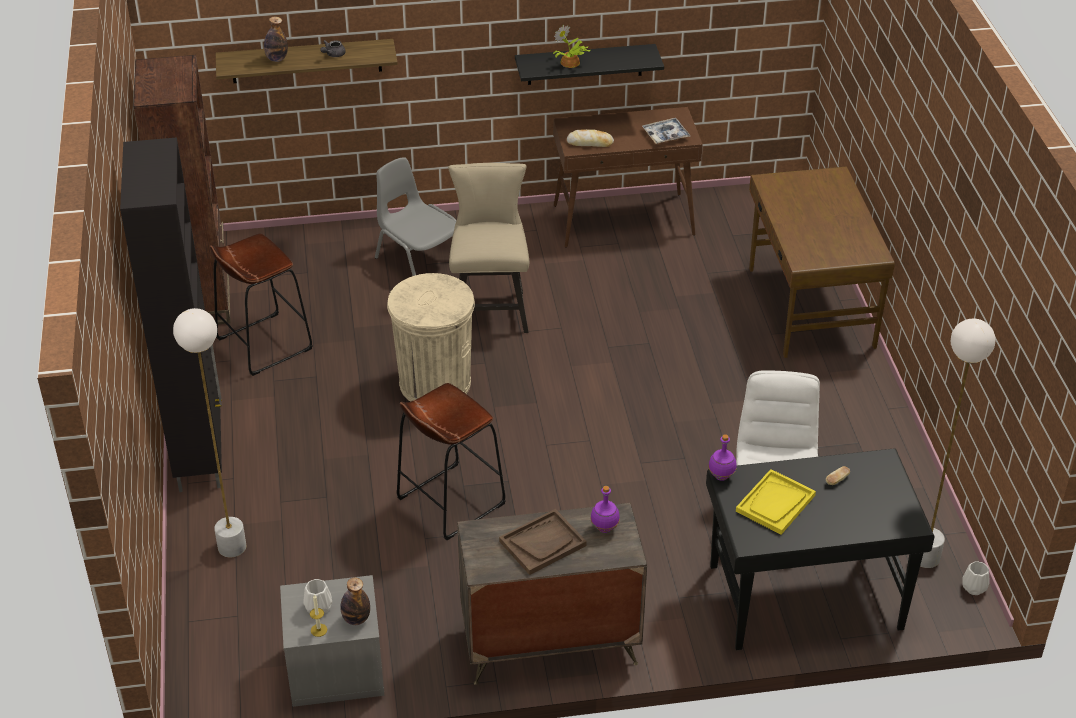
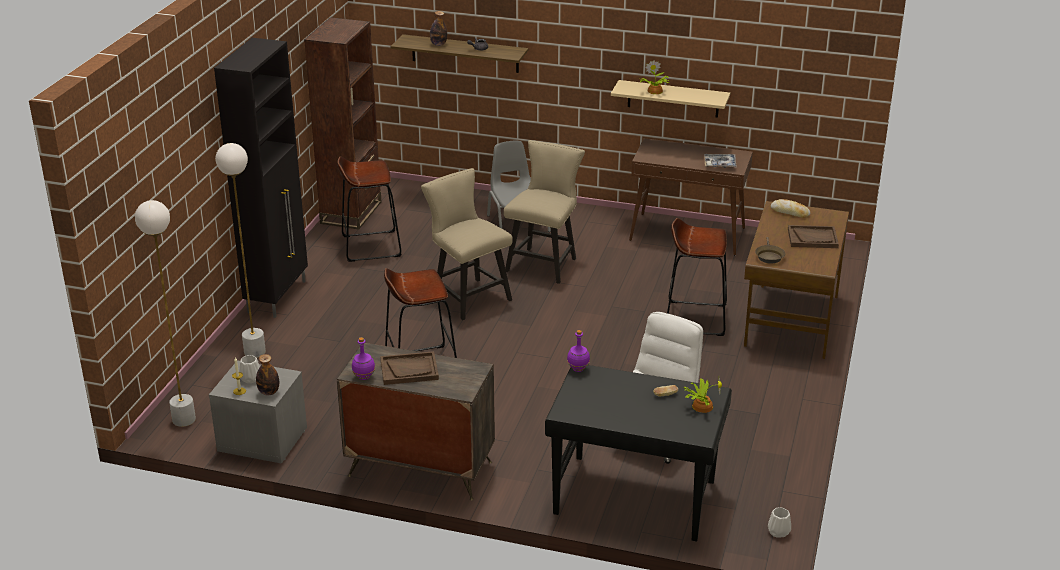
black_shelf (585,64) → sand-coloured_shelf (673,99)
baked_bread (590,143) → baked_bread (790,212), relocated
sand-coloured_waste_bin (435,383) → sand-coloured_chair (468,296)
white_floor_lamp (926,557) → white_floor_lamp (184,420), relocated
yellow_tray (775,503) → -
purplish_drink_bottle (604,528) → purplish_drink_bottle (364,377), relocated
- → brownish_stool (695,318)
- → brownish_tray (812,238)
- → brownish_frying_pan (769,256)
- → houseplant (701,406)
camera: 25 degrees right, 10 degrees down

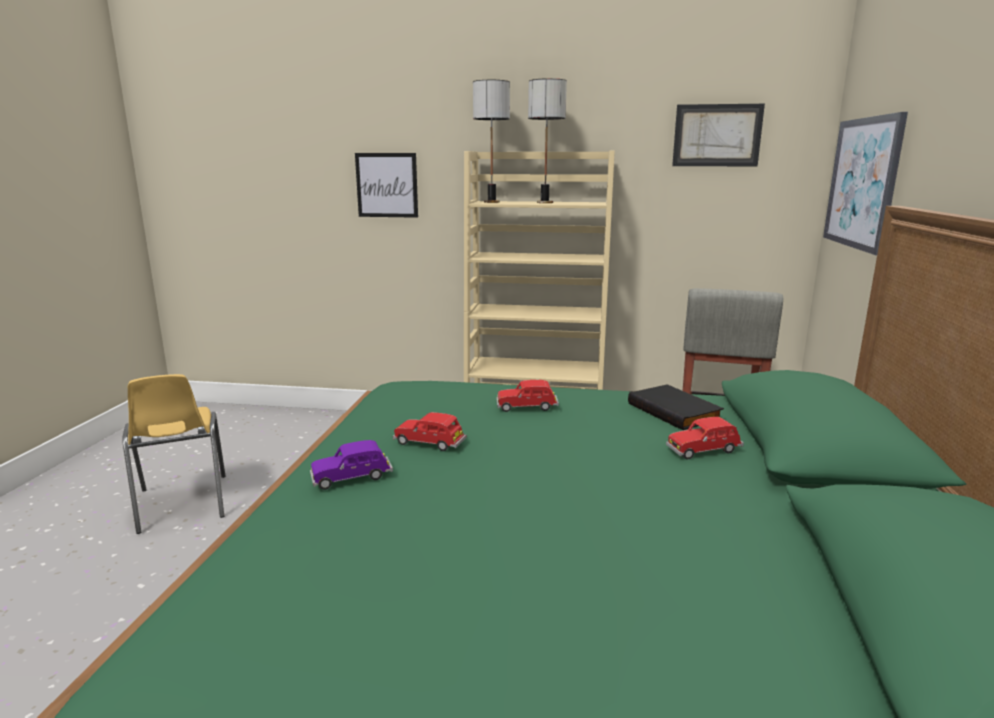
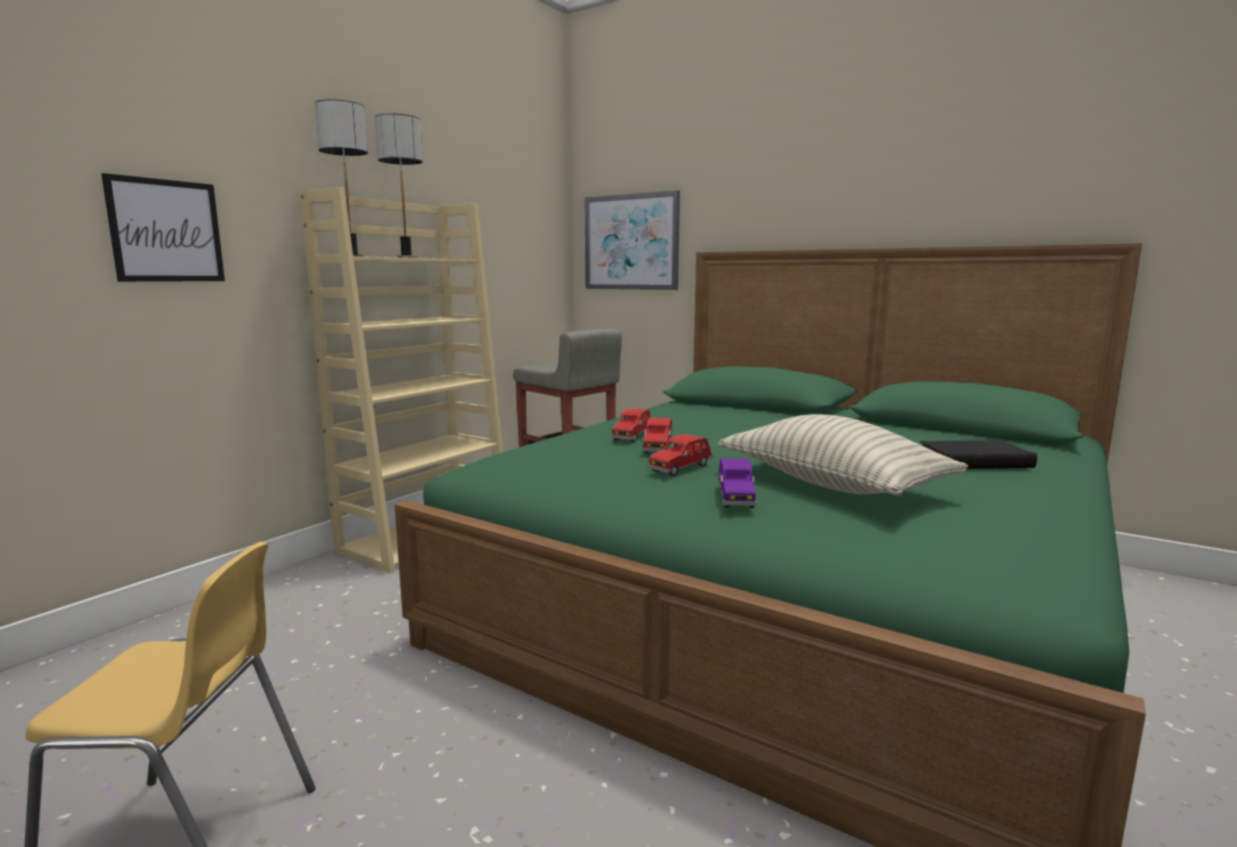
picture (717,135) → -
black_book (675,411) → black_book (974,460), relocated
red_toy_car (704,451) → red_toy_car (658,448), relocated
- → cushion (832,485)
camera: 65 degrees left, 5 degrees down

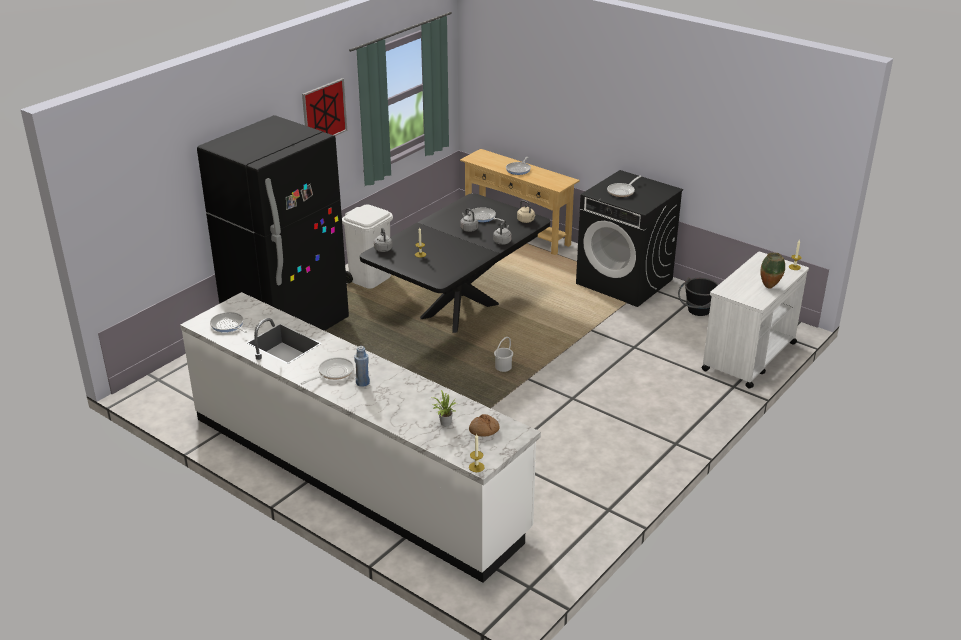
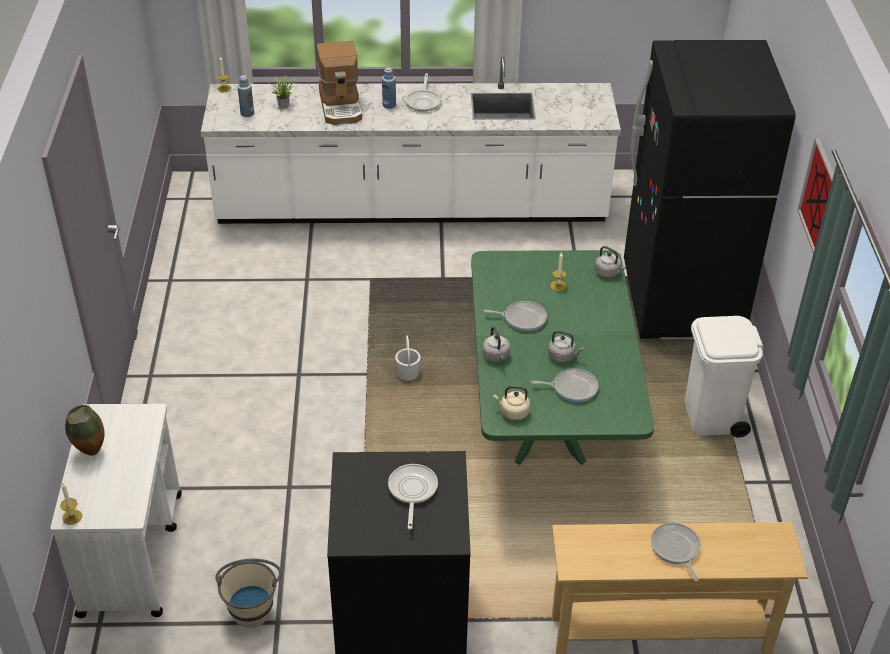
black_dining_table (459,311) → greenish_dining_table (547,425)
black_pail (696,312) → sand-coloured_pail (252,605)
frying_pan (228,325) → frying_pan (522,318), relocated
baked_bread (484,430) → blue-coloured_drink_bottle (247,113)
- → coffee_maker (341,106)
camera: 140 degrees right, 10 degrees up

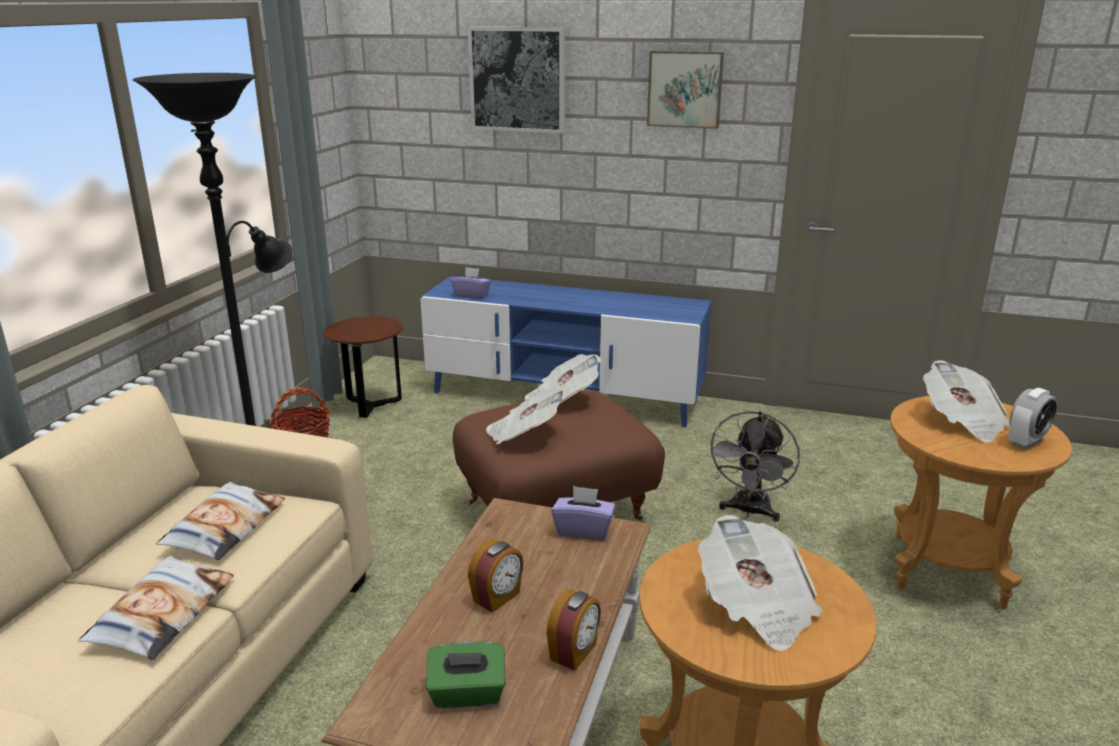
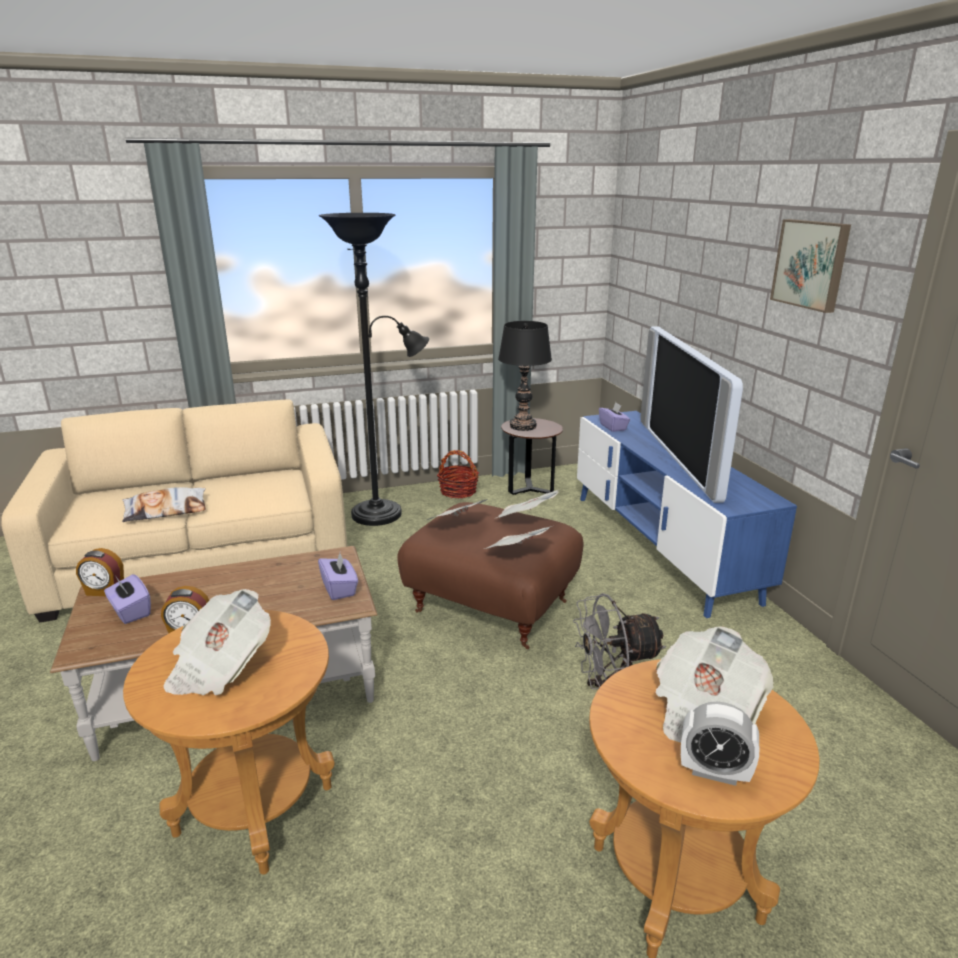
picture (517,79) → -
cushion (225,528) → -
table_clock (497,597) → table_clock (105,591), relocated
greenish_box_of_tissues (467,694) → purplish_box_of_tissues (130,612)
- → black_tabletop_lamp (523,426)
- → TV_set (683,457)
- → printed_paper (517,554)
camera: 55 degrees right, 0 degrees up

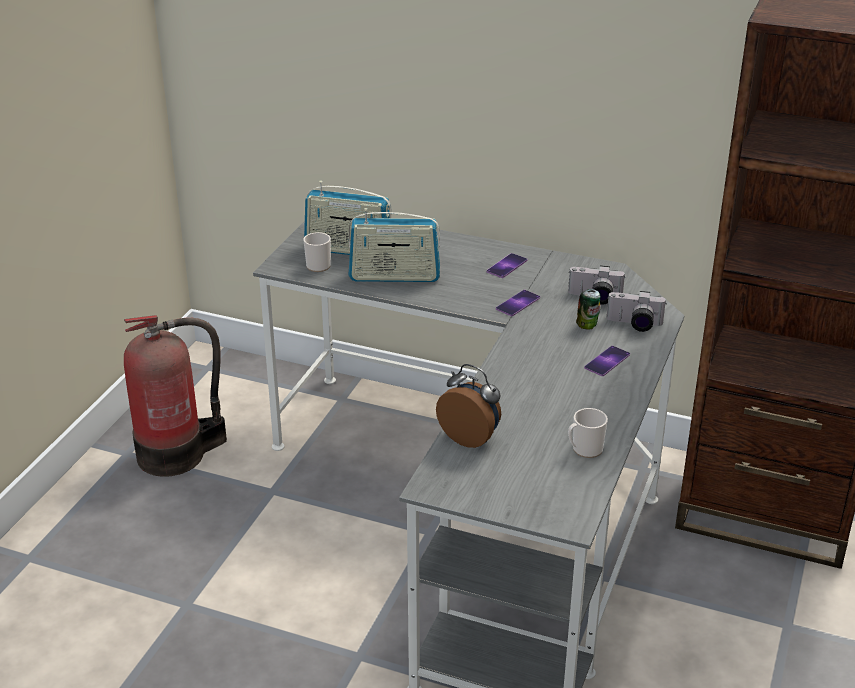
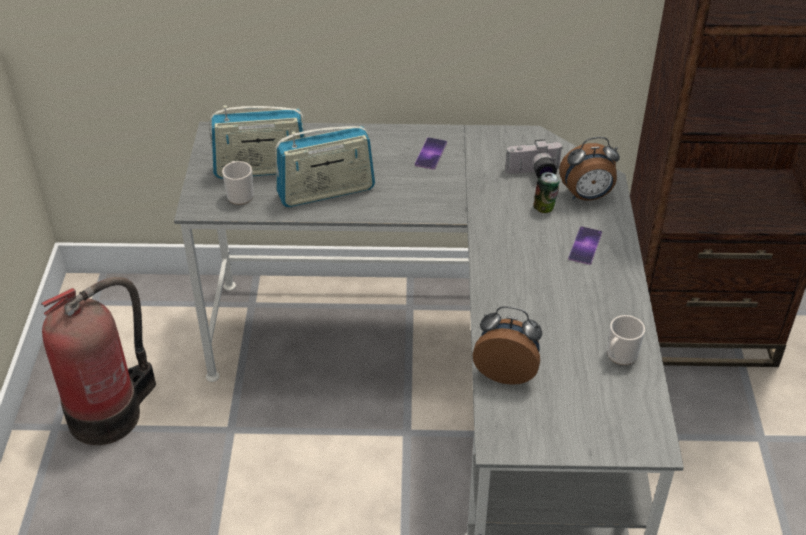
telephone (518,303) → -
photo_camera (634,325) → table_clock (587,196)
camera: 20 degrees left, 10 degrees up

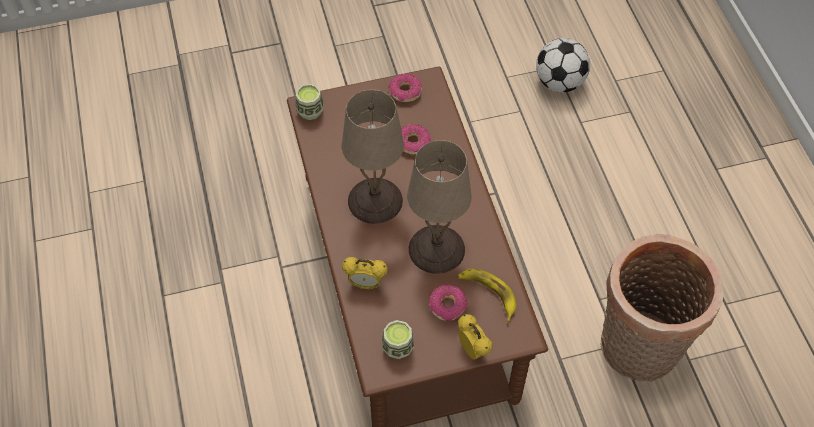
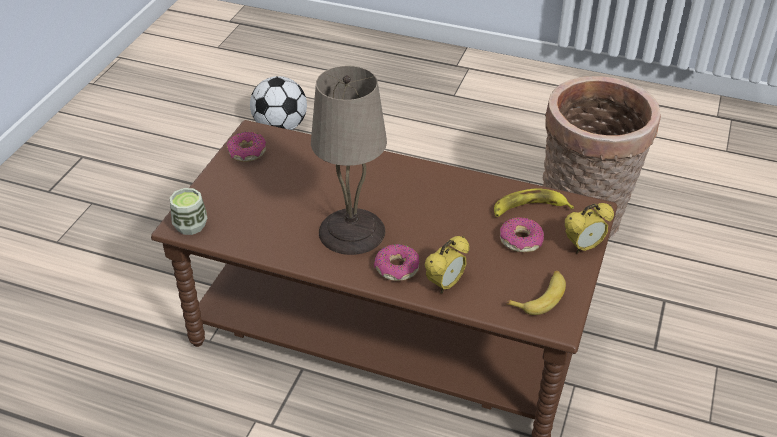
ring_doughnut (413,143) → ring_doughnut (397,268), relocated
sand-coloured_tabletop_lamp (435,250) → -
table_clock (473,350) → table_clock (583,247), 150 degrees clockwise
small_cup (398,347) → whole_banana (540,297)
camera: 55 degrees left, 15 degrees down

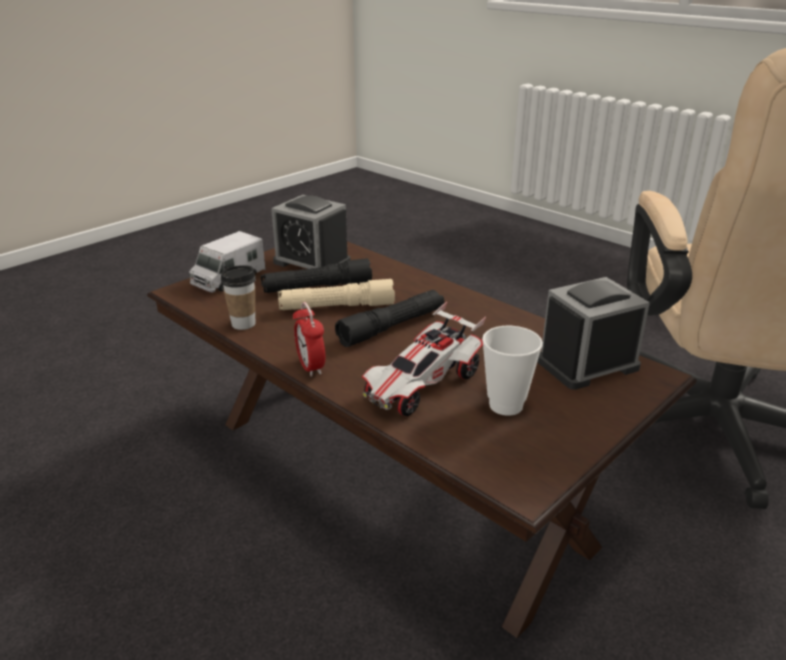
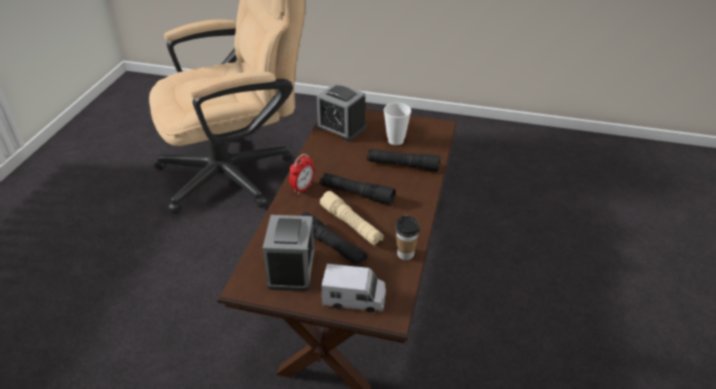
table_clock (310,367) → table_clock (302,188), relocated
toy_car (422,386) → black_hand_torch (403,165)
camera: 120 degrees left, 10 degrees up

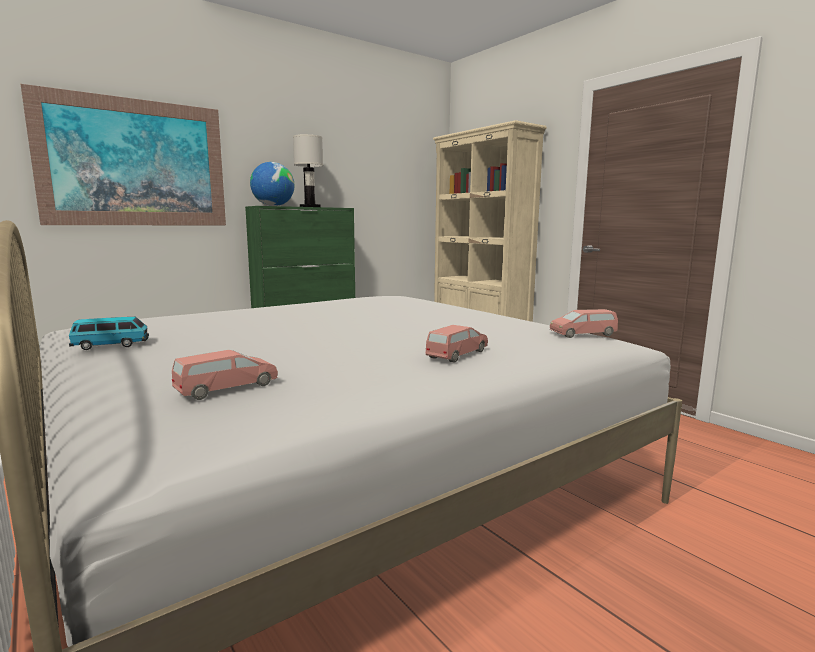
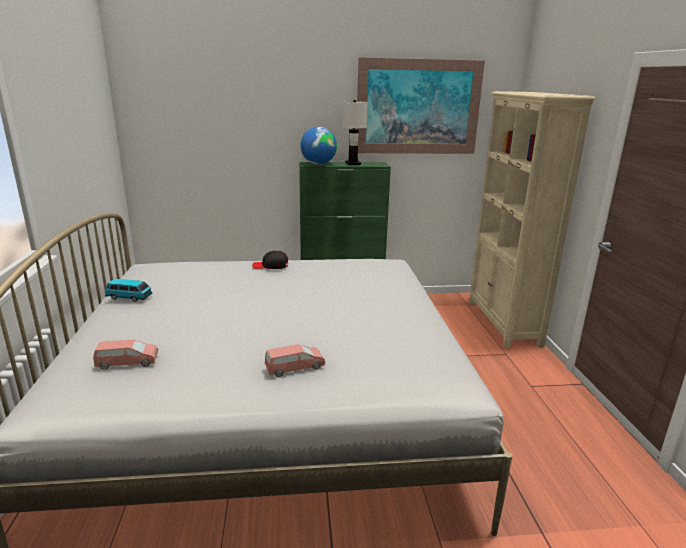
picture (135,163) → picture (418,107), relocated
pinkish_toy_car (583,334) → -
- → black_cap (270,266)
camera: 30 degrees right, 10 degrees up

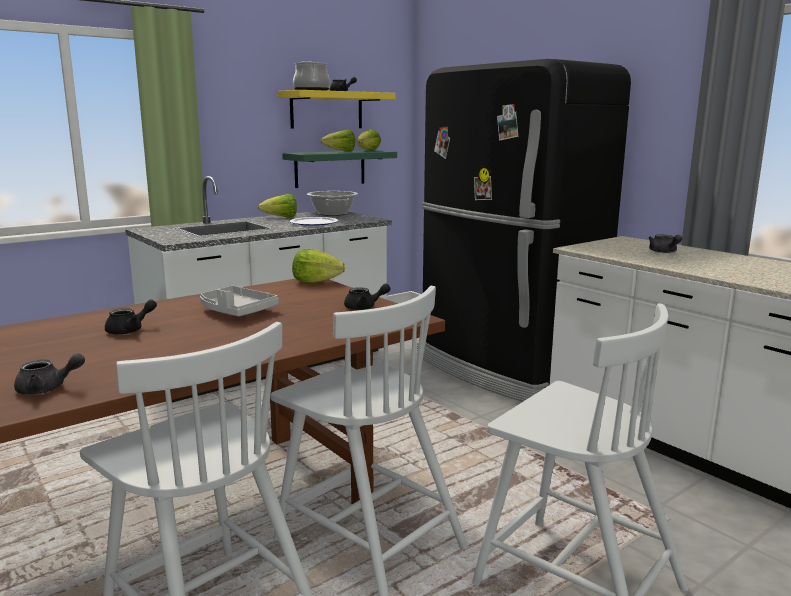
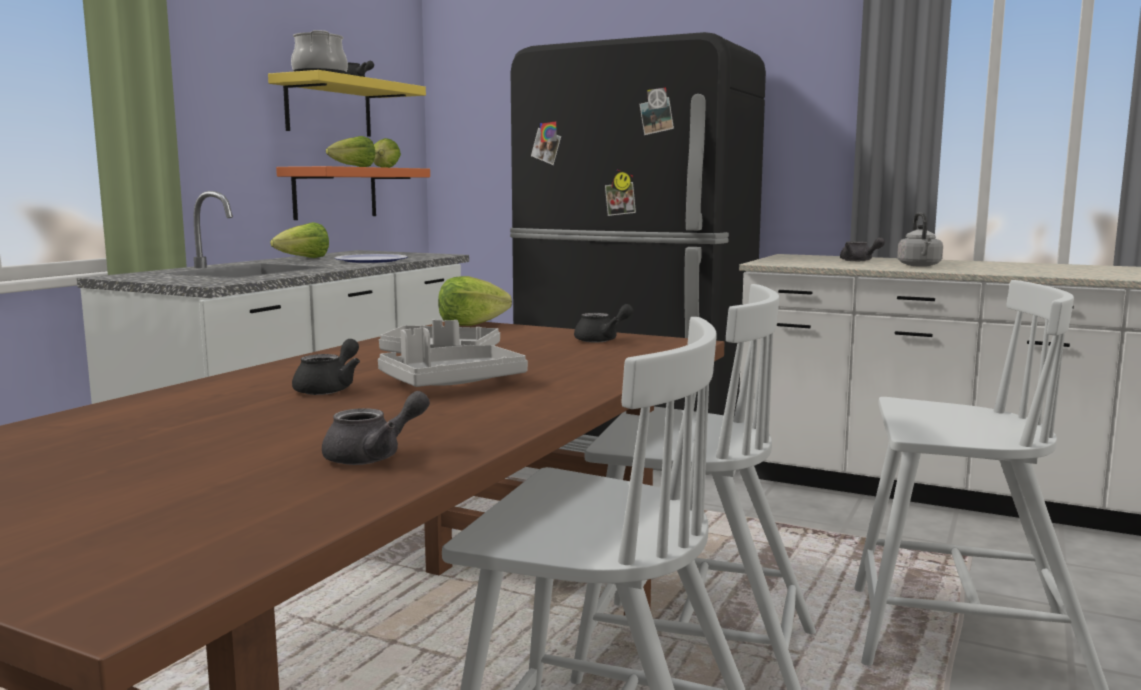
greenish_shelf (330,168) → orangey_shelf (335,193)
cooking_pot (332,213) → -
- → gray_tea_kettle (919,265)
- → gray_tray (451,383)
camera: 25 degrees left, 5 degrees down

